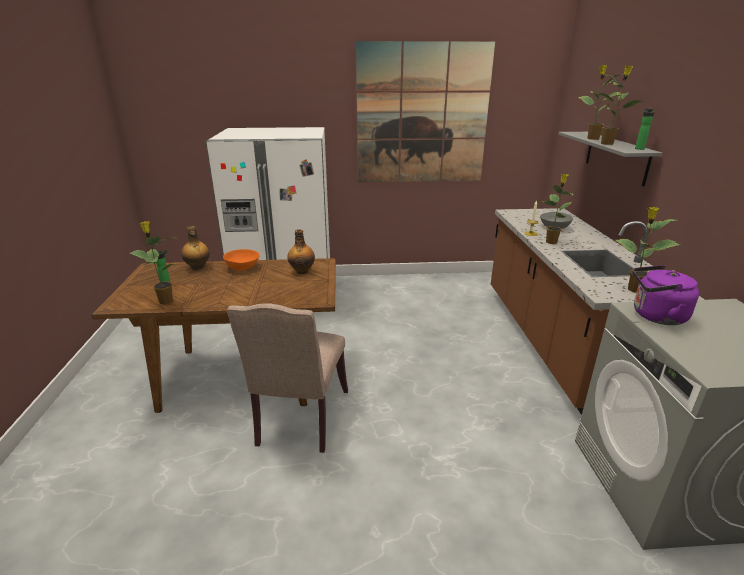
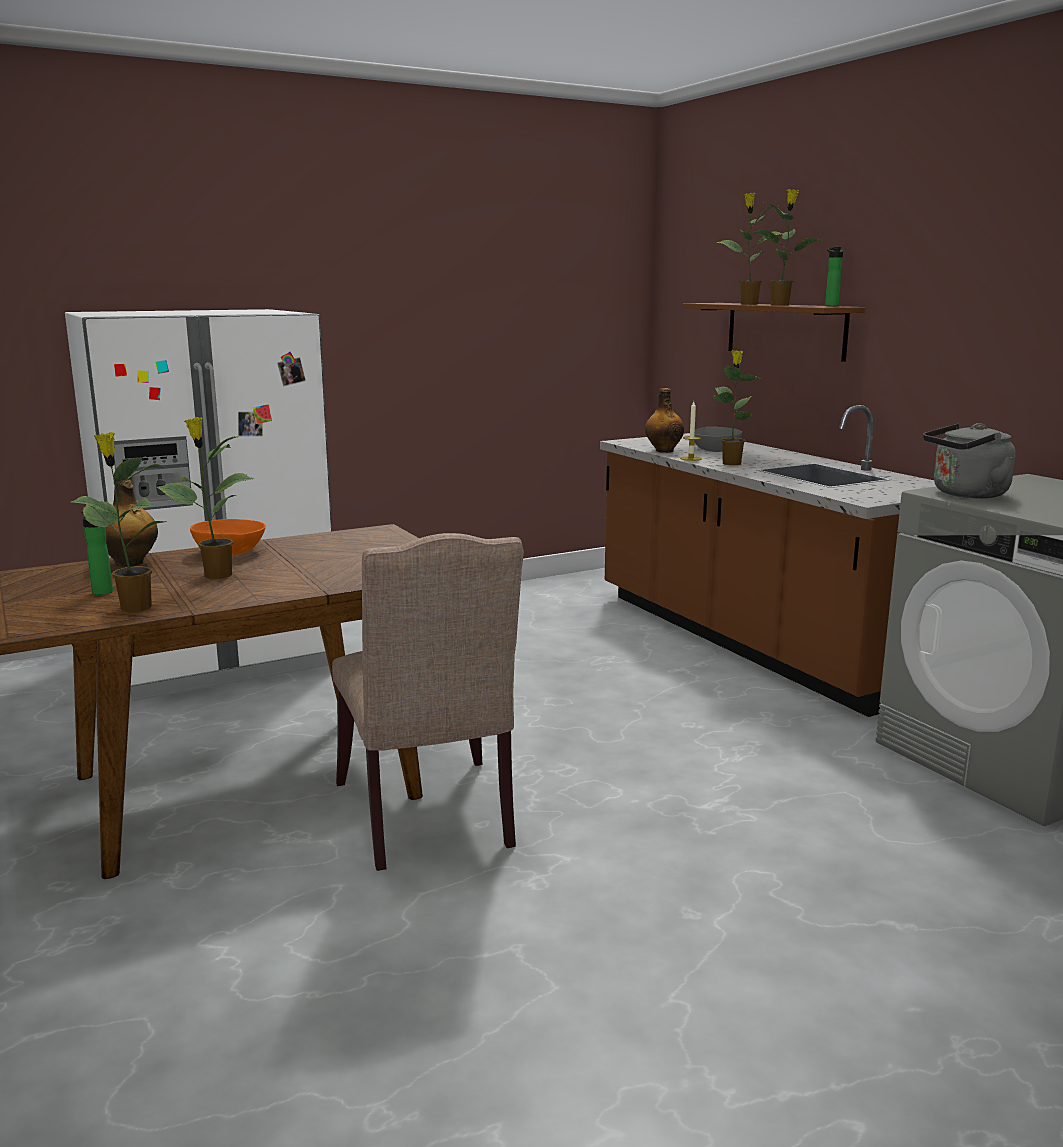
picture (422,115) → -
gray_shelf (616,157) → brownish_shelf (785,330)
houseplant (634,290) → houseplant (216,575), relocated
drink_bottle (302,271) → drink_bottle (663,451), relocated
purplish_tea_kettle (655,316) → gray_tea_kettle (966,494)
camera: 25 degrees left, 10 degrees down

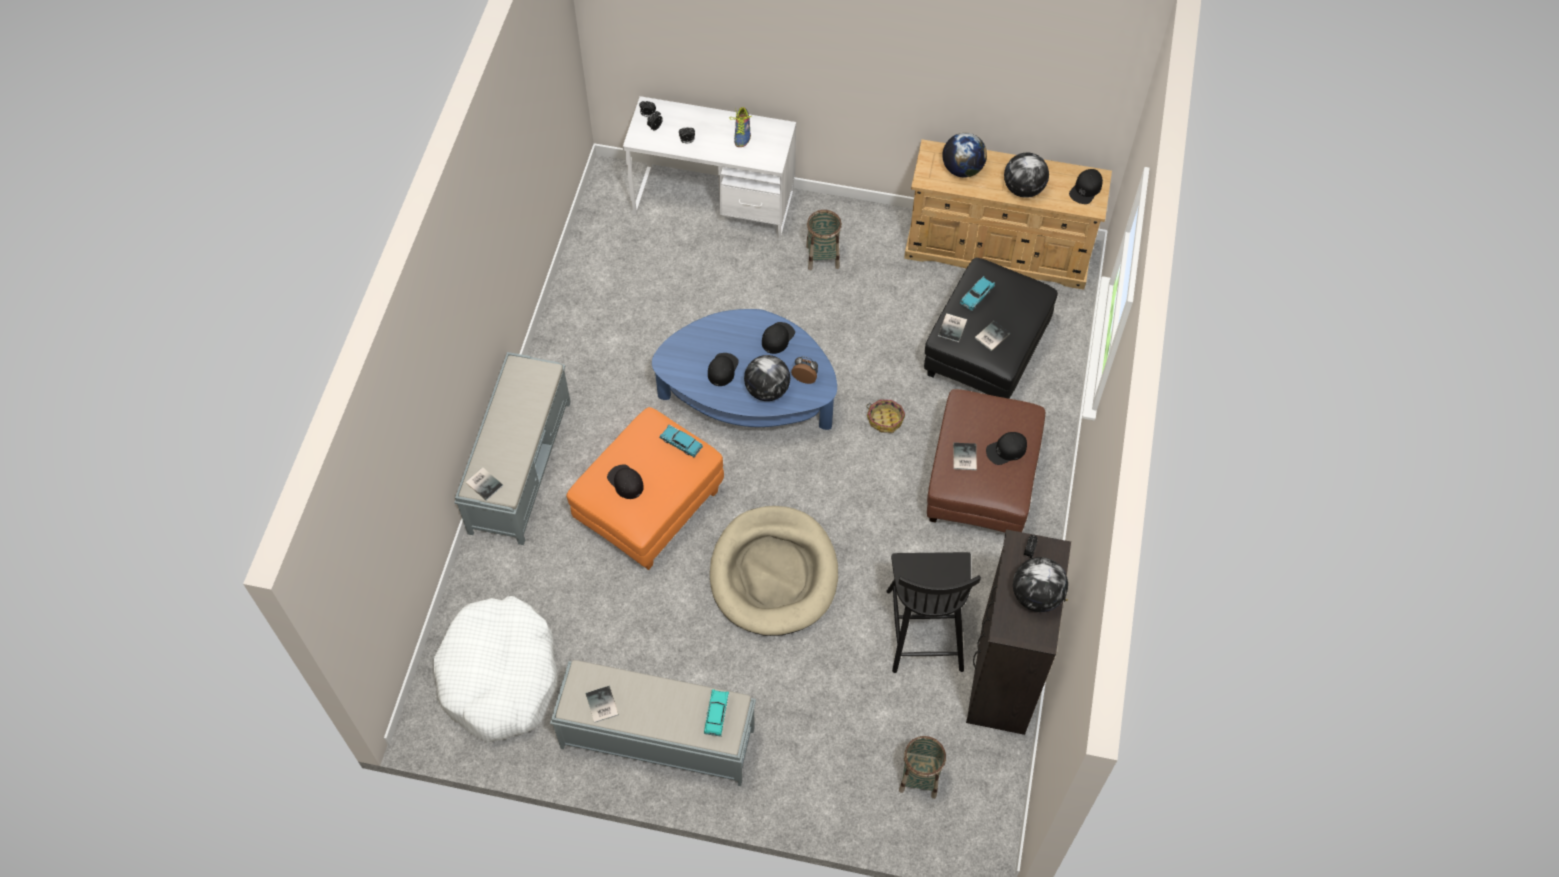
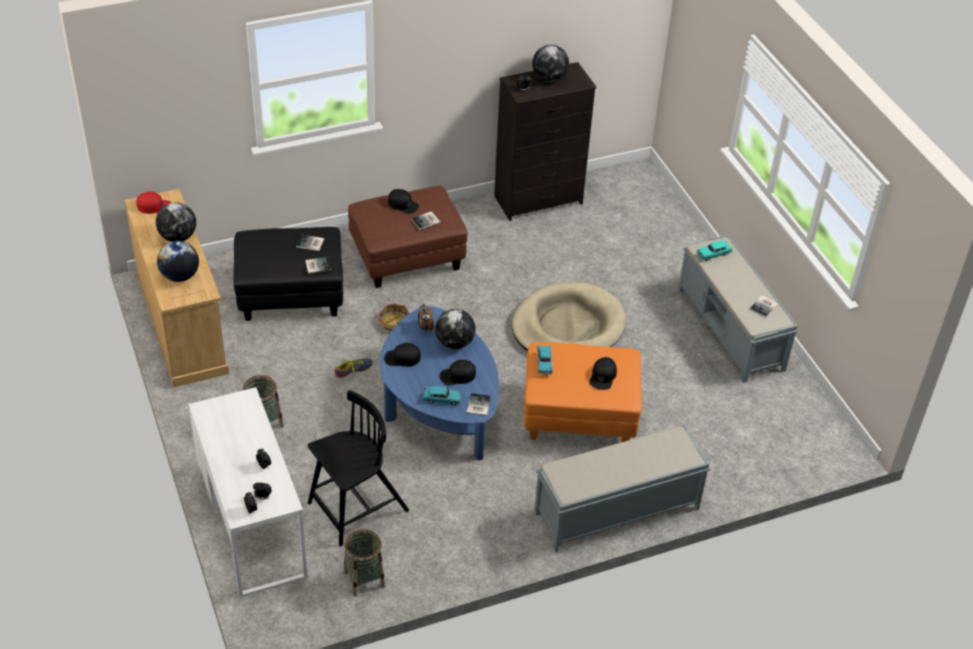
item_of_footwear (742,132) → item_of_footwear (353,370), relocated
black_cap (1086,189) → red_cap (154,206)
turquoise_toy_car (976,296) → turquoise_toy_car (442,399), relocated
book (484,483) → book (477,405), relocated
black_chair (925,628) → black_chair (356,508), relocated
white_dog_cushion (500,676) → -
basket (920,777) → basket (364,579), relocated
camera: 125 degrees left, 15 degrees down

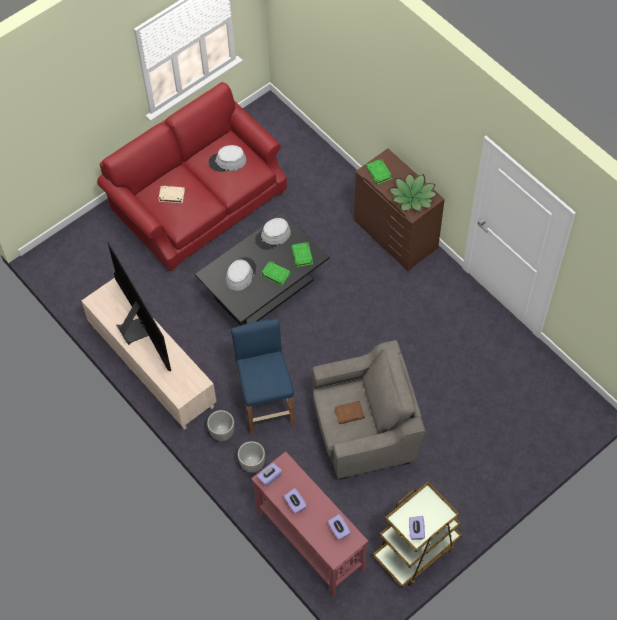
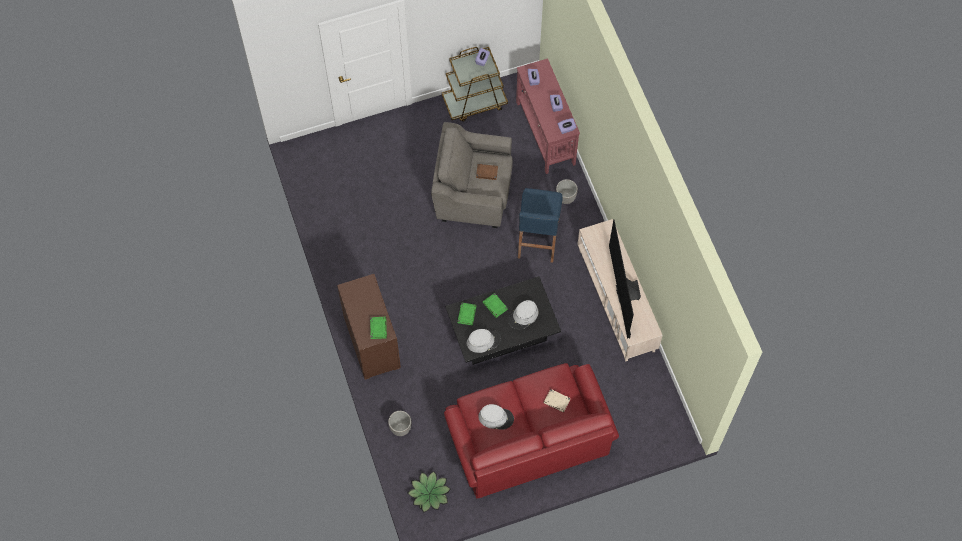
houseplant (413,197) → houseplant (429,493), relocated
plant_pot (222,433) → plant_pot (401,428), relocated
camera: 160 degrees left, 5 degrees up

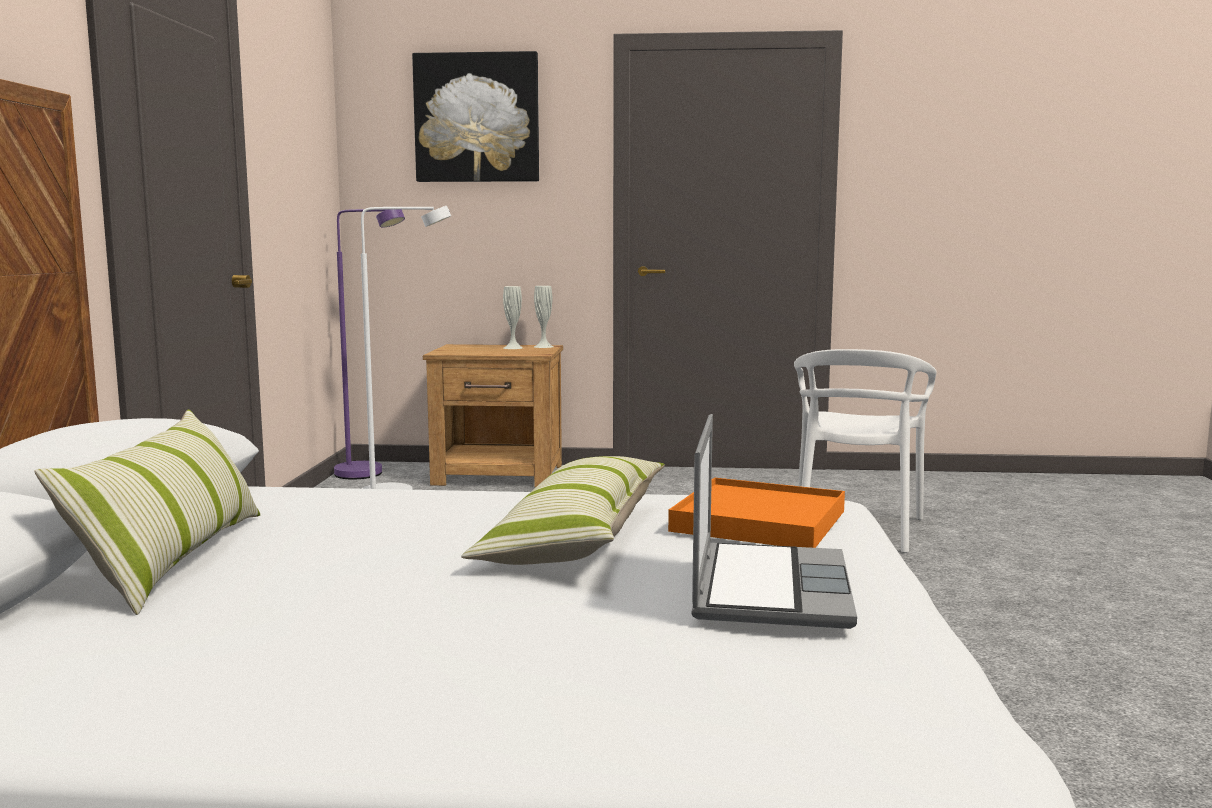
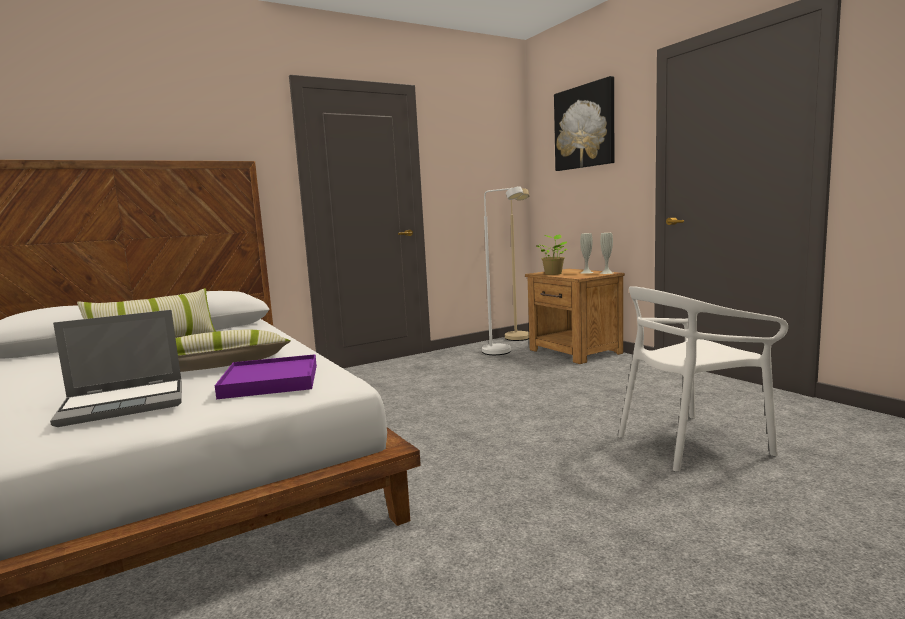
purplish_floor_lamp (369,475) → sand-coloured_floor_lamp (519,339)
orangey_tray (759,521) → purplish_tray (270,381)
- → houseplant (553,273)
camera: 55 degrees right, 0 degrees up

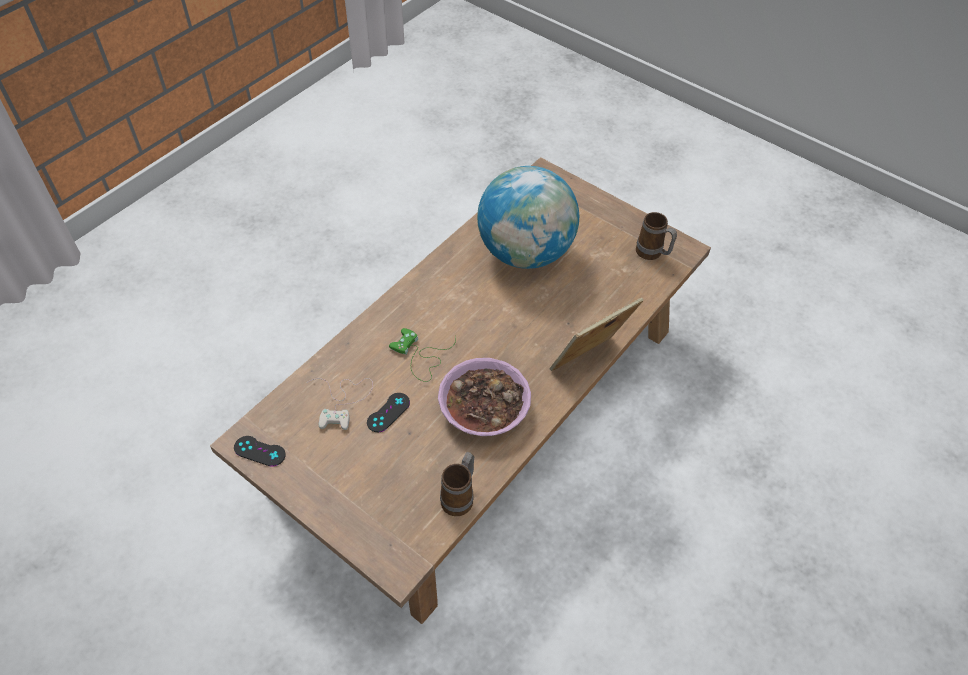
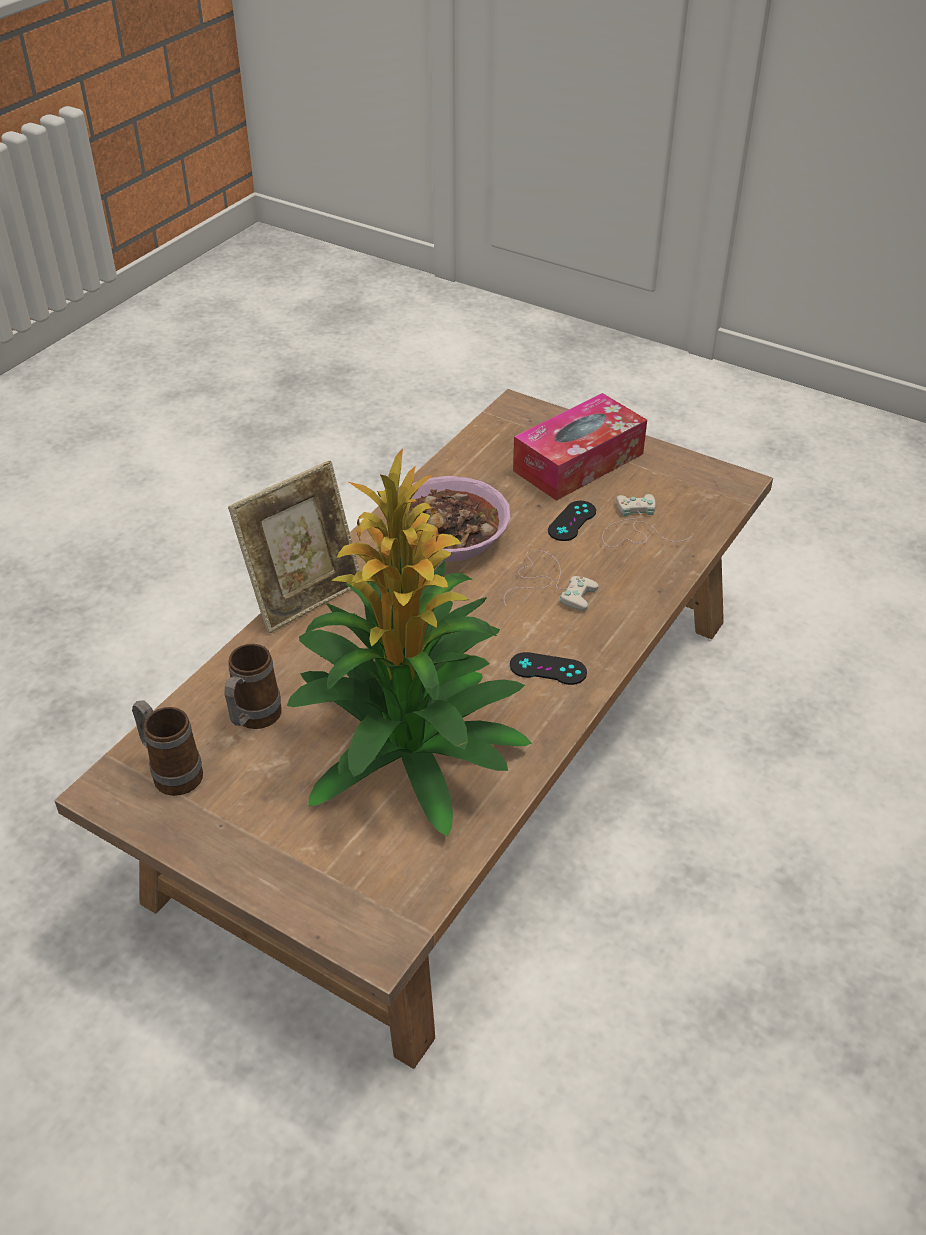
globe (525,252) → houseplant (409,752)
greenish_game_controller (421,356) → white_game_controller (549,583)
black_game_controller (259,451) → black_game_controller (548,669), relocated
mug (460,496) → mug (253,720), relocated
- → box_of_tissues (578,462)
camera: 175 degrees right, 10 degrees down

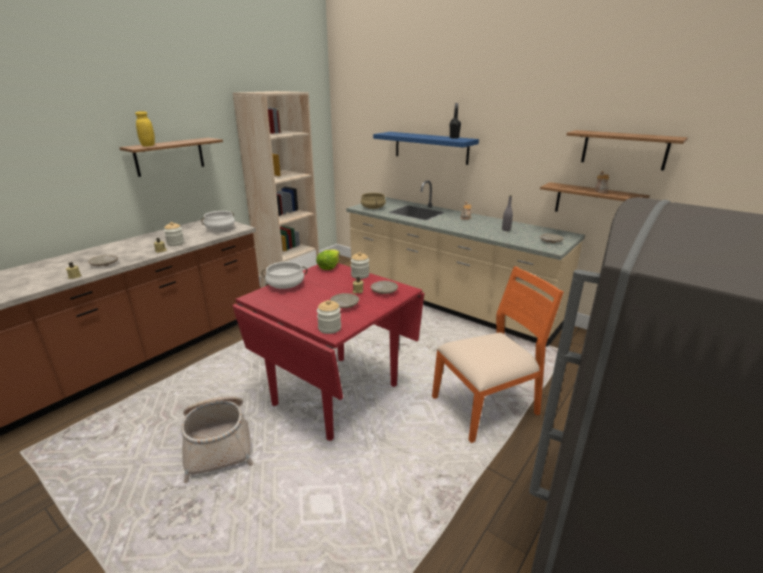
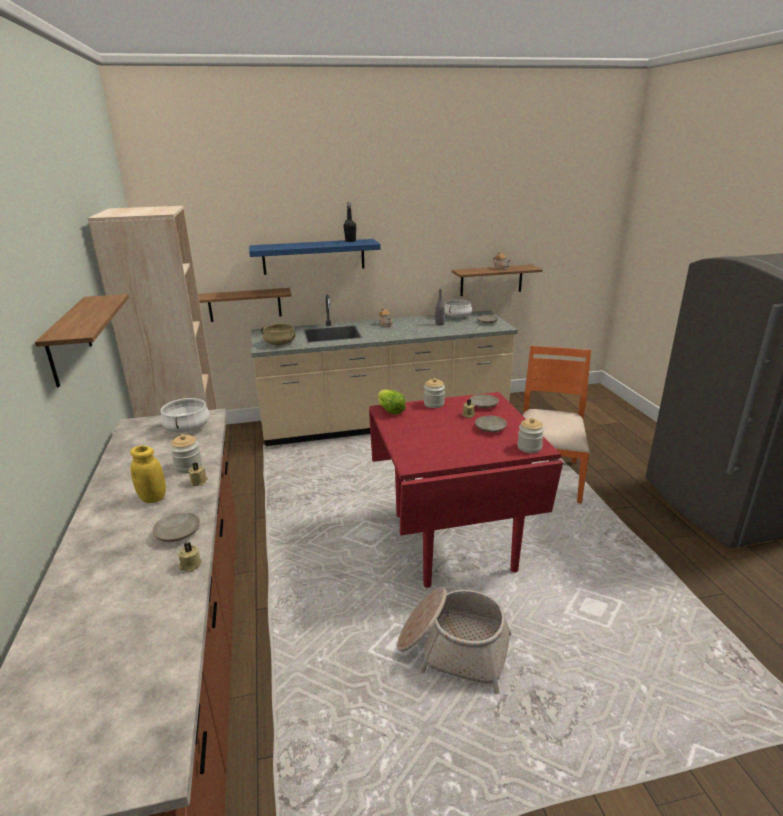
yellow_preserve_jar (148,145) → yellow_preserve_jar (153,498), relocated
shelf (624,150) → shelf (245,305), relocated
white_cooking_pot (286,285) → white_cooking_pot (457,316), relocated
camera: 50 degrees left, 0 degrees up

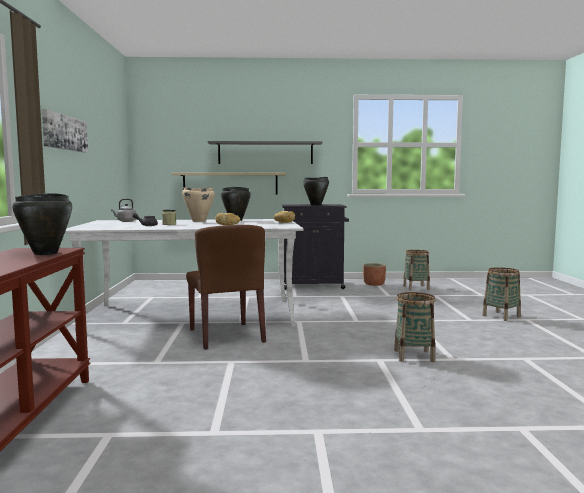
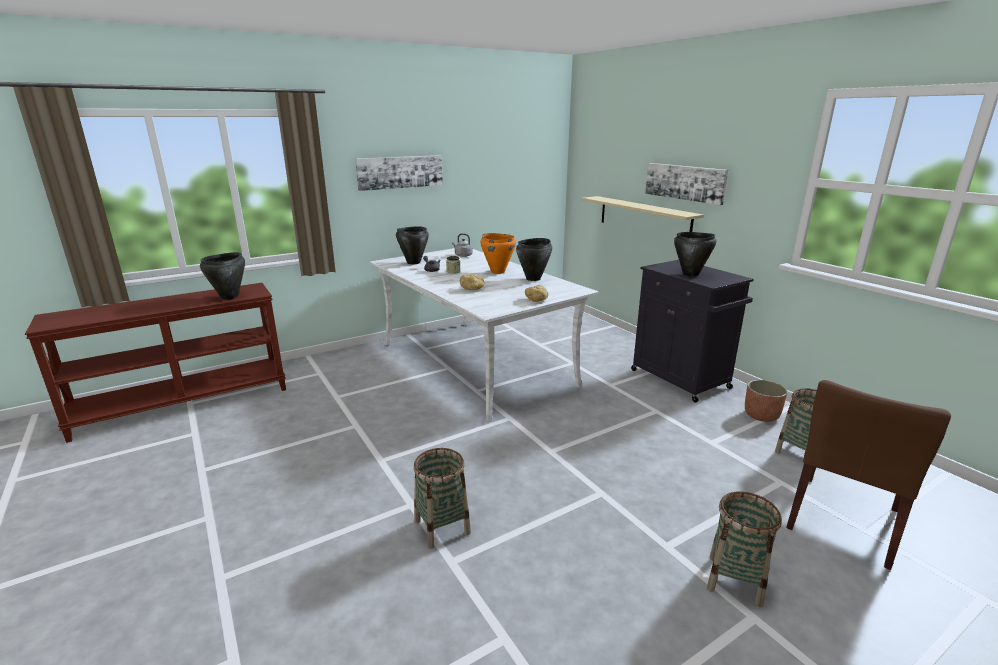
gray_shelf (265,153) → picture (685,182)
sand-coloured_cooking_pot (198,221) → orangey_cooking_pot (497,272)
brownish_chair (226,336) → brownish_chair (843,519), relocated
- → black_cooking_pot (413,262)
camera: 60 degrees right, 15 degrees up

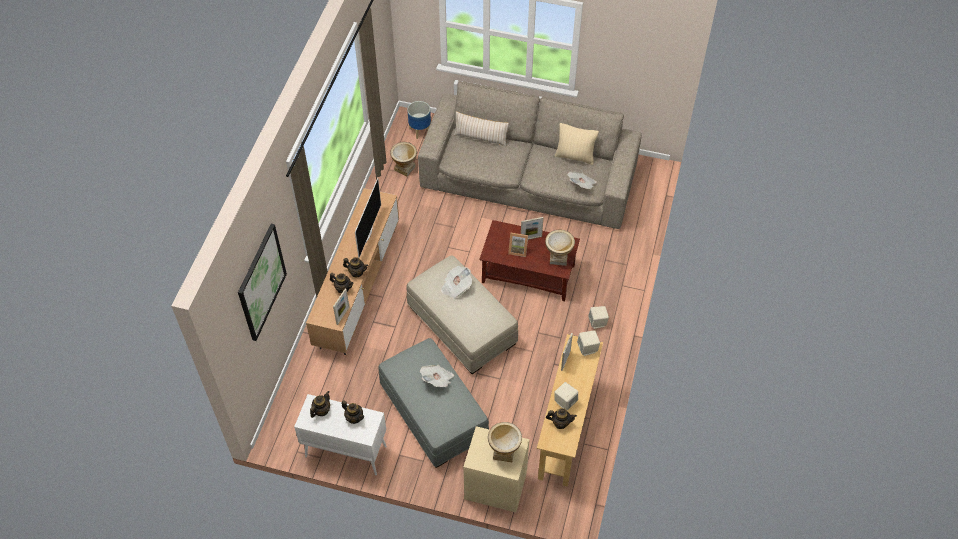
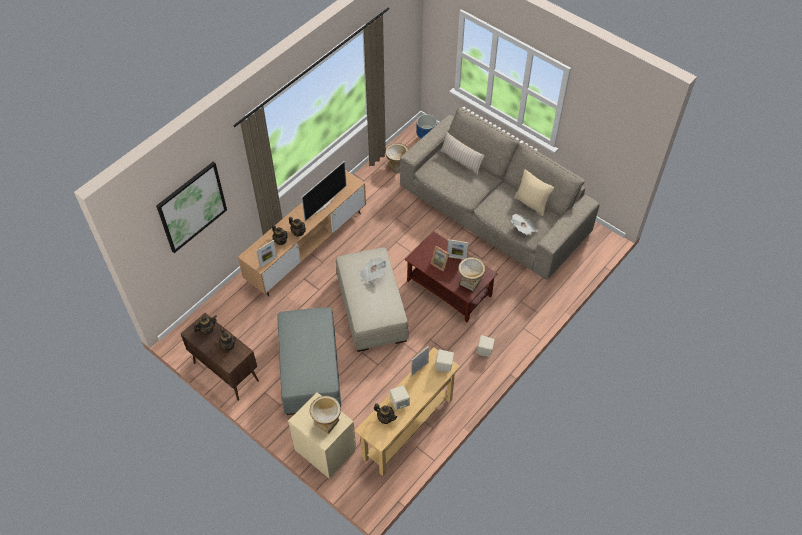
printed_paper (437,380) → -
white_storage_cabinet (345,451) → brownish_storage_cabinet (225,372)
camera: 25 degrees right, 0 degrees up

